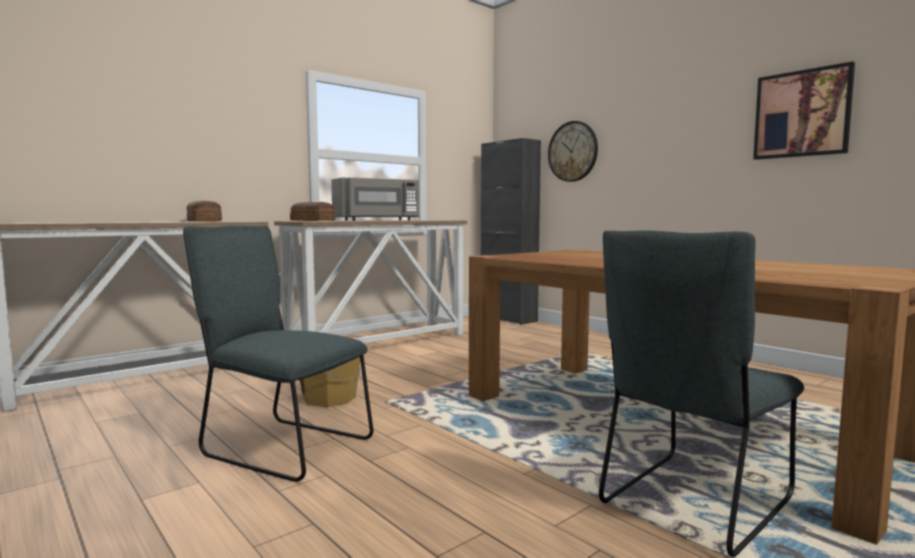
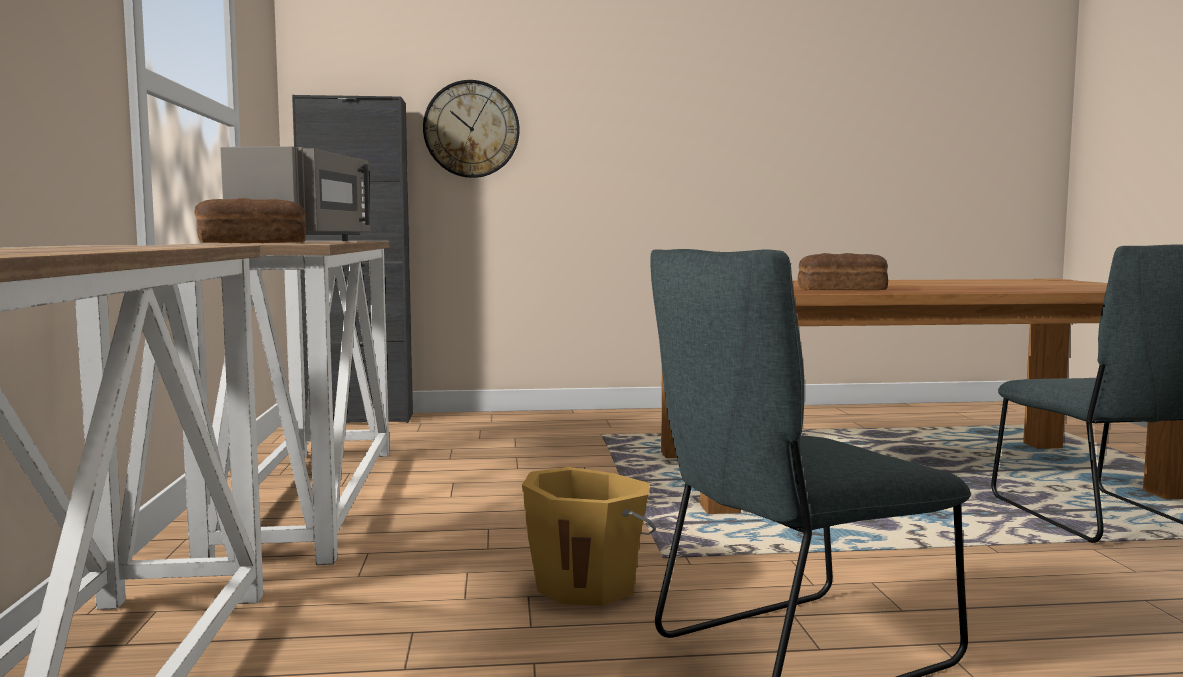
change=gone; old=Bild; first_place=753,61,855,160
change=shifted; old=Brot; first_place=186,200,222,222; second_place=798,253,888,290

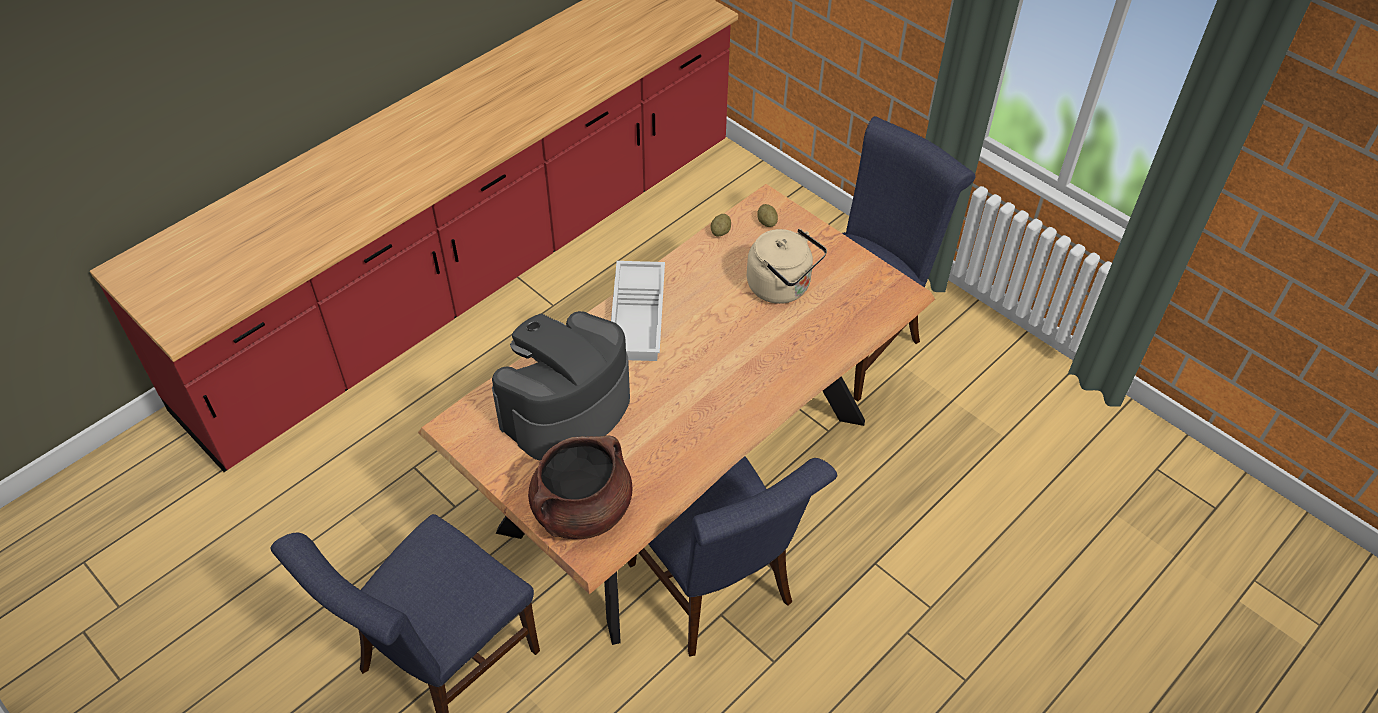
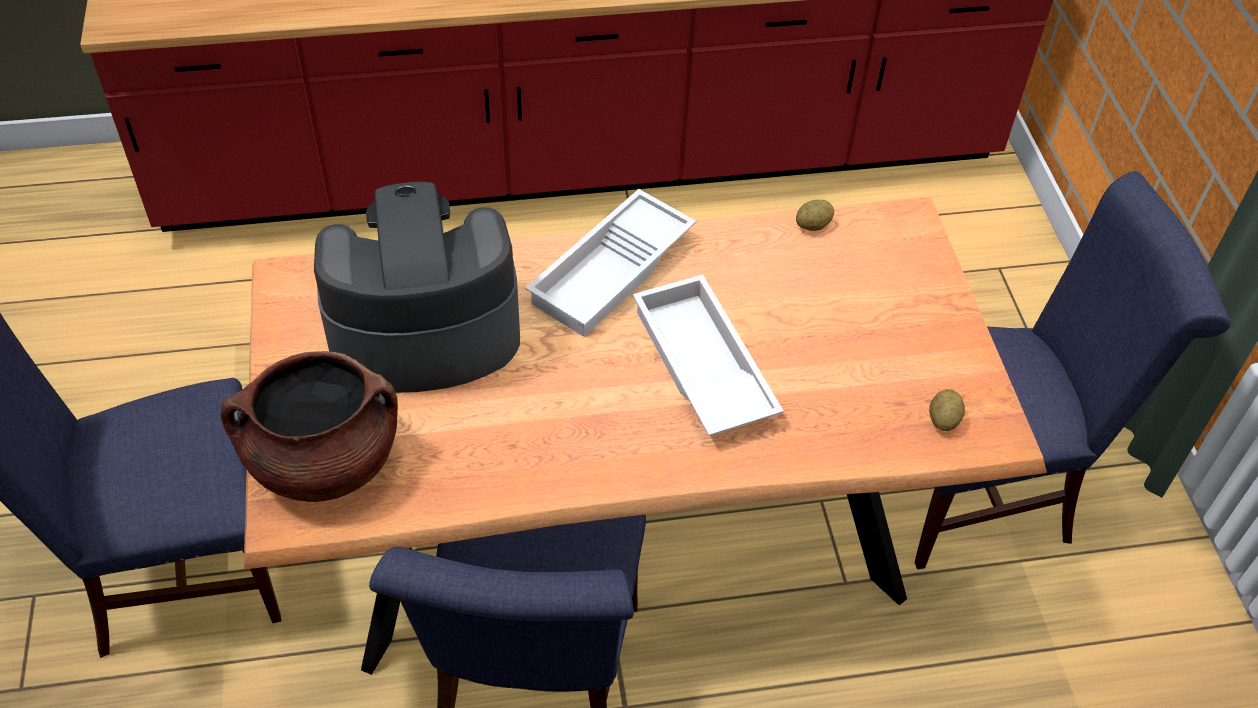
change=shifted; old=Kartoffel; first_place=757,204,778,227; second_place=929,389,965,431
change=gone; old=Wasserkessel [beige]; first_place=747,229,827,304
change=new; new=Tablett [weiß]; second_place=633,274,784,436

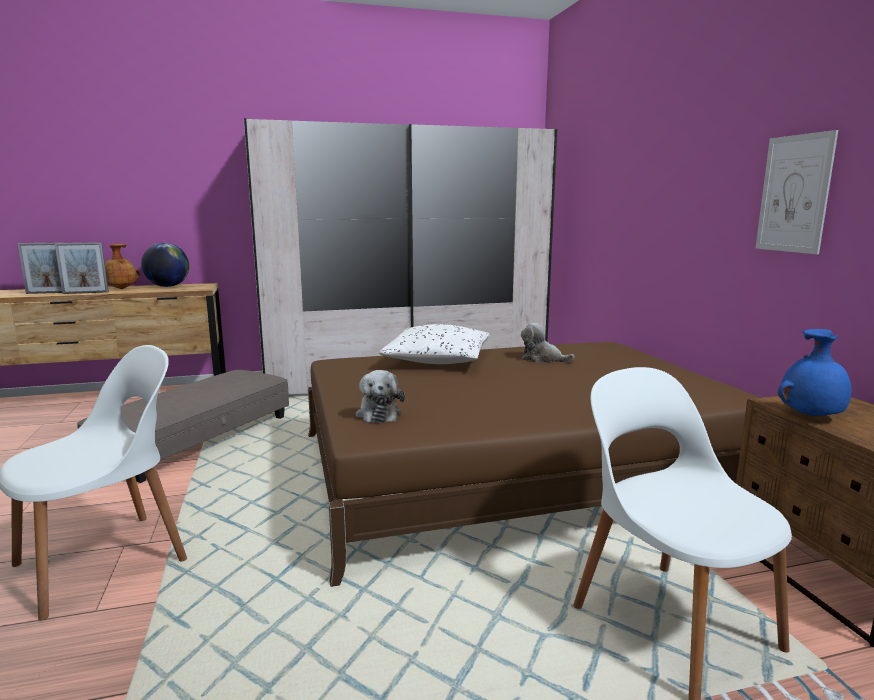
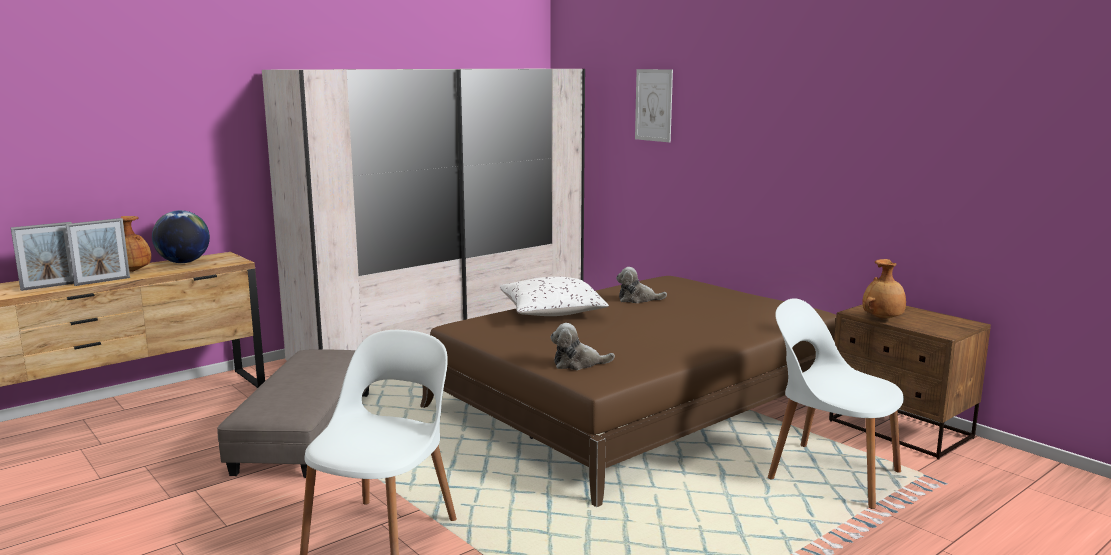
change=shifted; old=Bild; first_place=755,130,838,254; second_place=635,69,673,142
change=repainted; old=Vase [blau]; new=Vase [braun]; first_place=778,329,852,417; second_place=862,259,906,319
change=rotated; old=Plüschtier; first_place=356,370,405,423; second_place=550,323,615,370; degrees=120

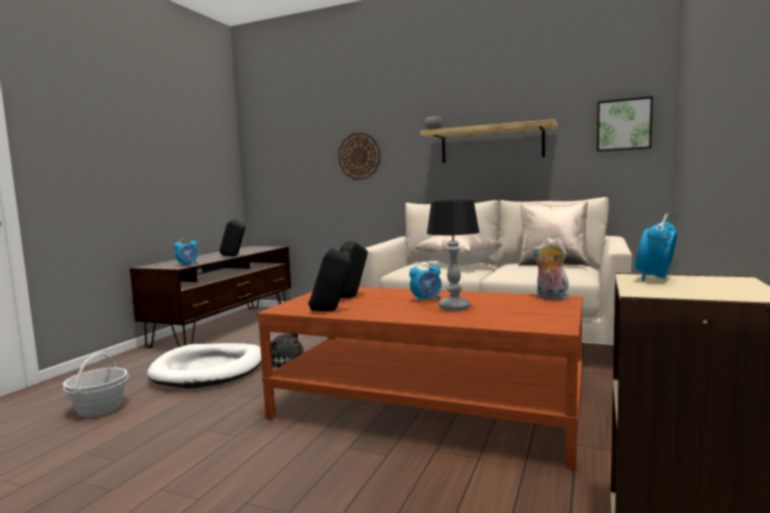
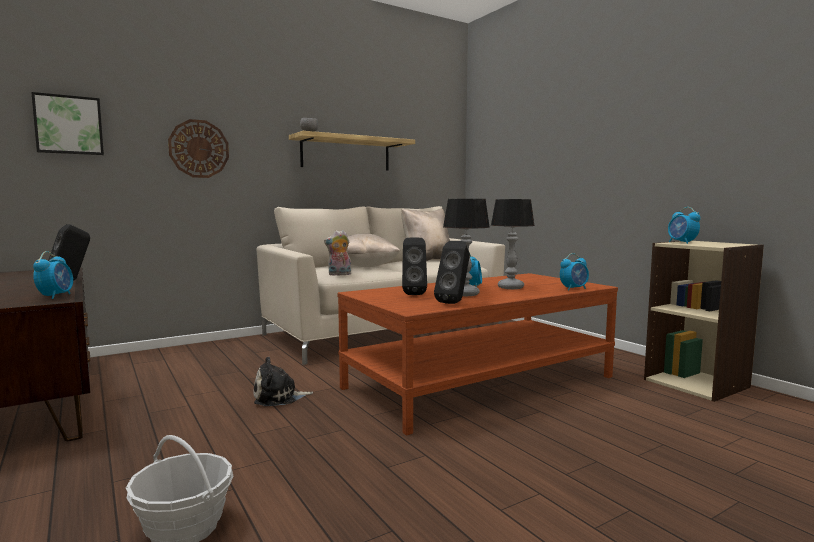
change=shifted; old=Bild; first_place=597,96,653,152; second_place=31,92,104,155
change=shifted; old=Plüschtier; first_place=532,238,569,300; second_place=324,230,351,276
change=gone; old=Hundebett [weiß]; first_place=147,343,262,389
change=new; new=Tischlampe; second_place=443,199,490,296
change=new; new=Wecker; second_place=560,253,589,291

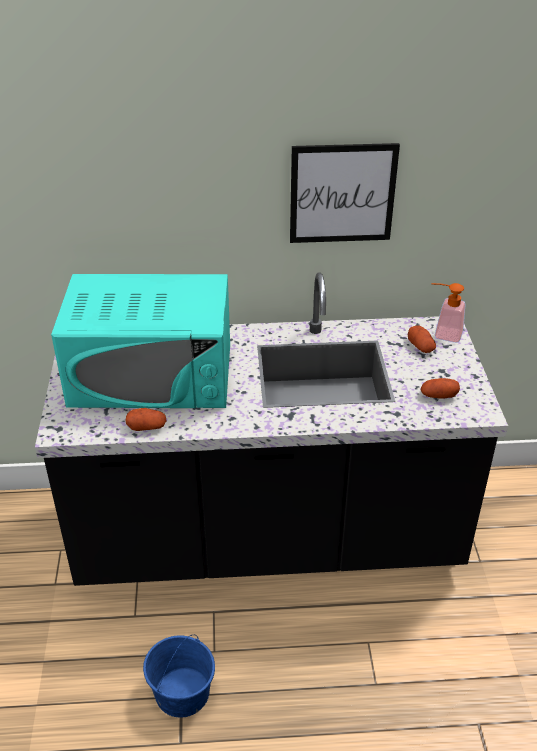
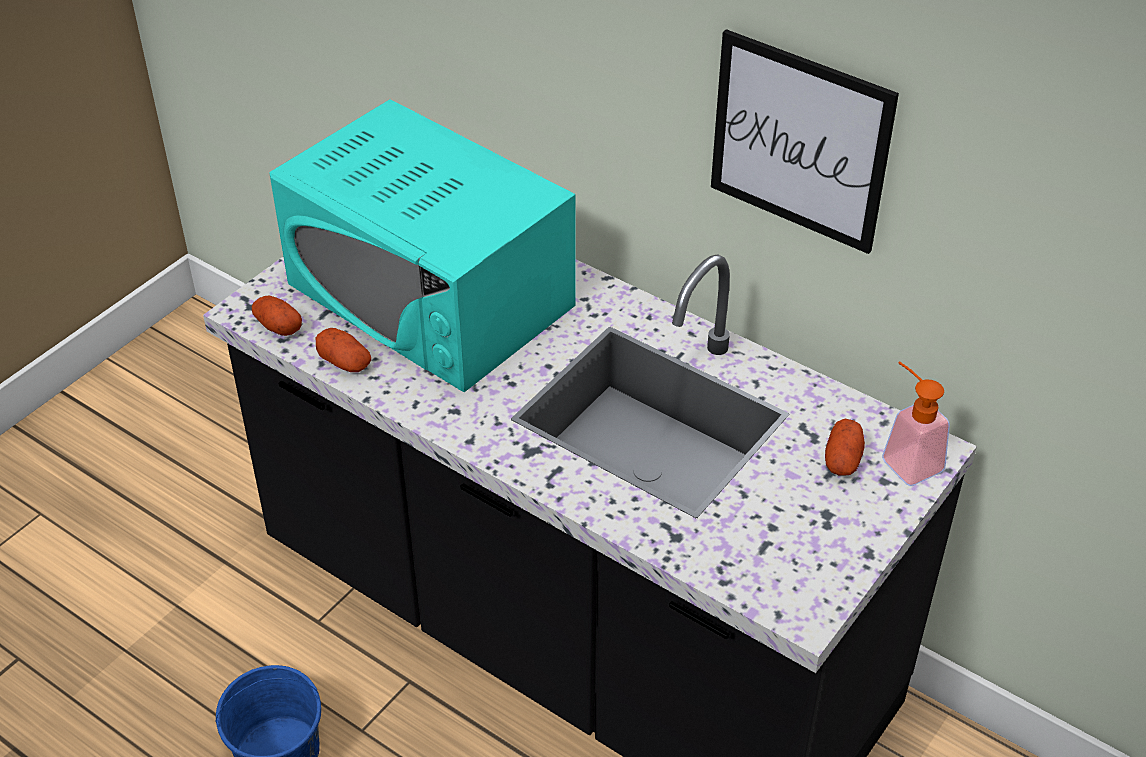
change=shifted; old=Kartoffel; first_place=421,378,460,399; second_place=252,295,302,336

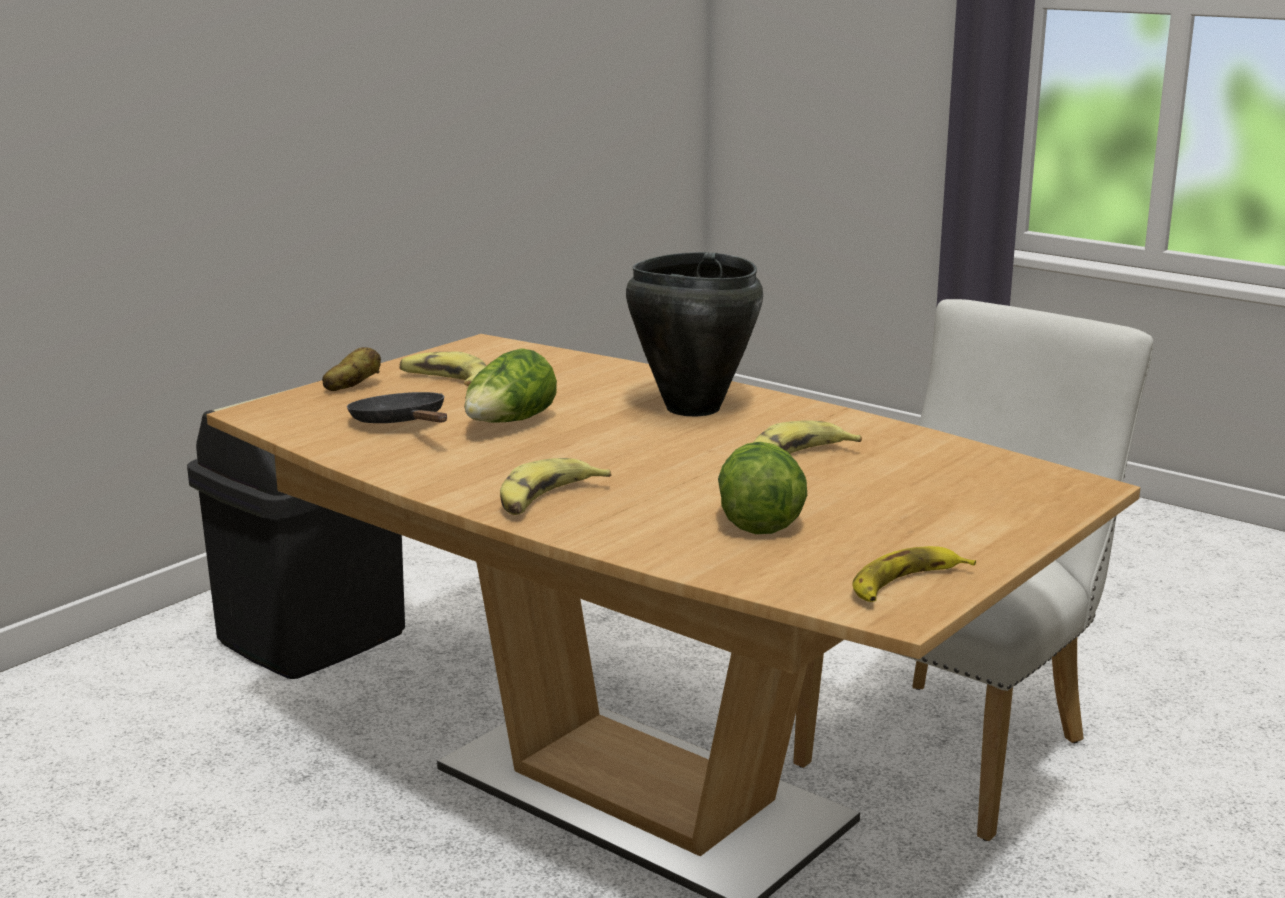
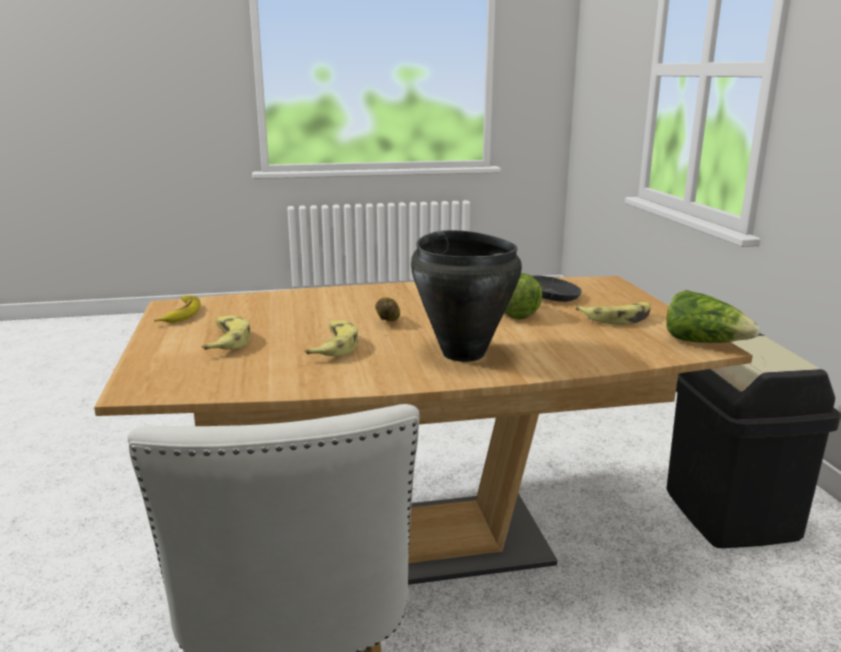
change=shifted; old=Kartoffel; first_place=322,347,381,391; second_place=375,297,400,322
change=shifted; old=Salatkopf; first_place=718,442,807,534; second_place=666,290,760,343
change=shifted; old=Banane; first_place=500,458,611,515; second_place=202,316,250,350

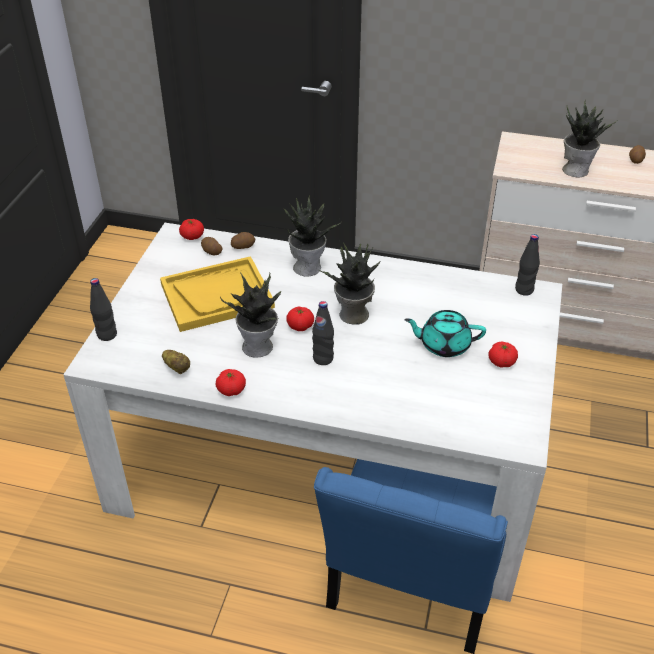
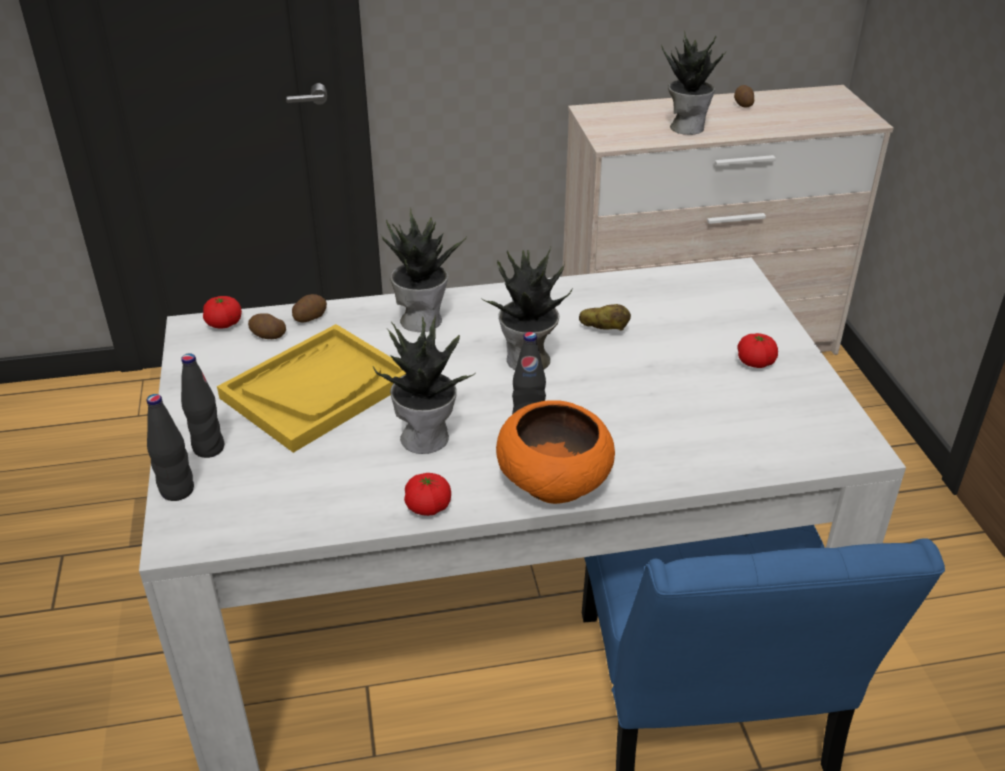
change=shifted; old=Flasche [schwarz]; first_place=515,234,540,296; second_place=181,353,224,458
change=gone; old=Tomate; first_place=286,306,314,331
change=gone; old=Teekanne [türkis]; first_place=404,310,486,357
change=shifted; old=Kartoffel; first_place=162,350,190,374; second_place=579,304,631,330
change=new; new=Schüssel [orange]; second_place=496,400,615,504

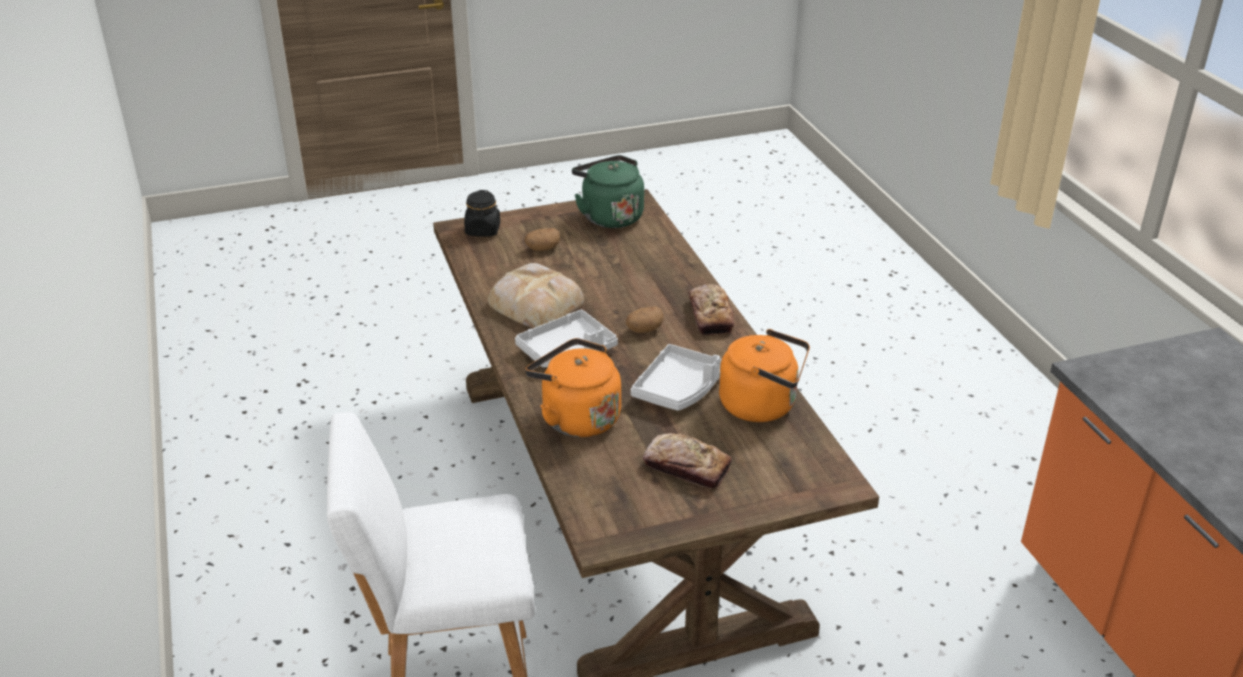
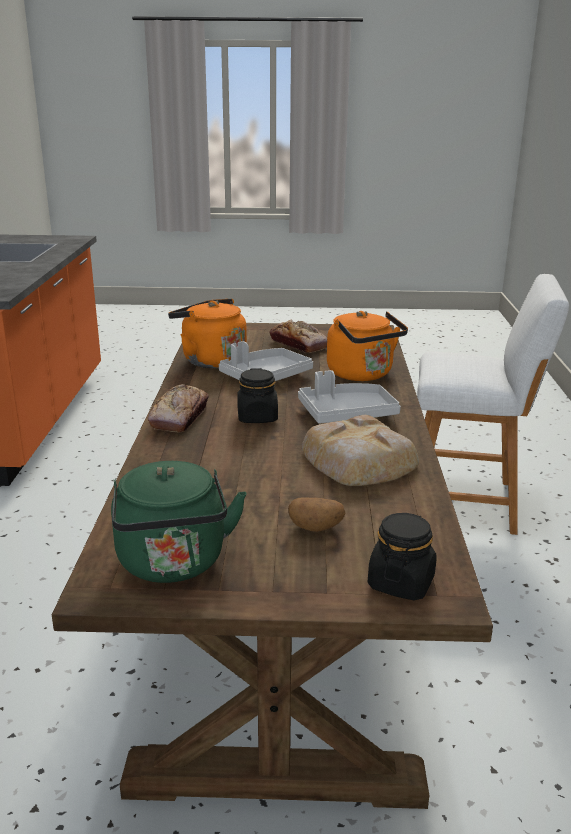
change=swapped; old=Kartoffel; new=Vorratsglas [schwarz]; first_place=626,306,664,333; second_place=237,368,278,423

